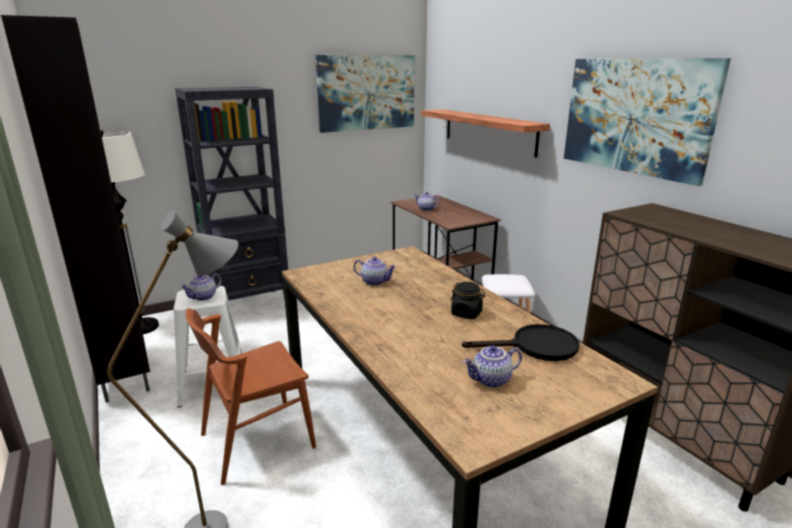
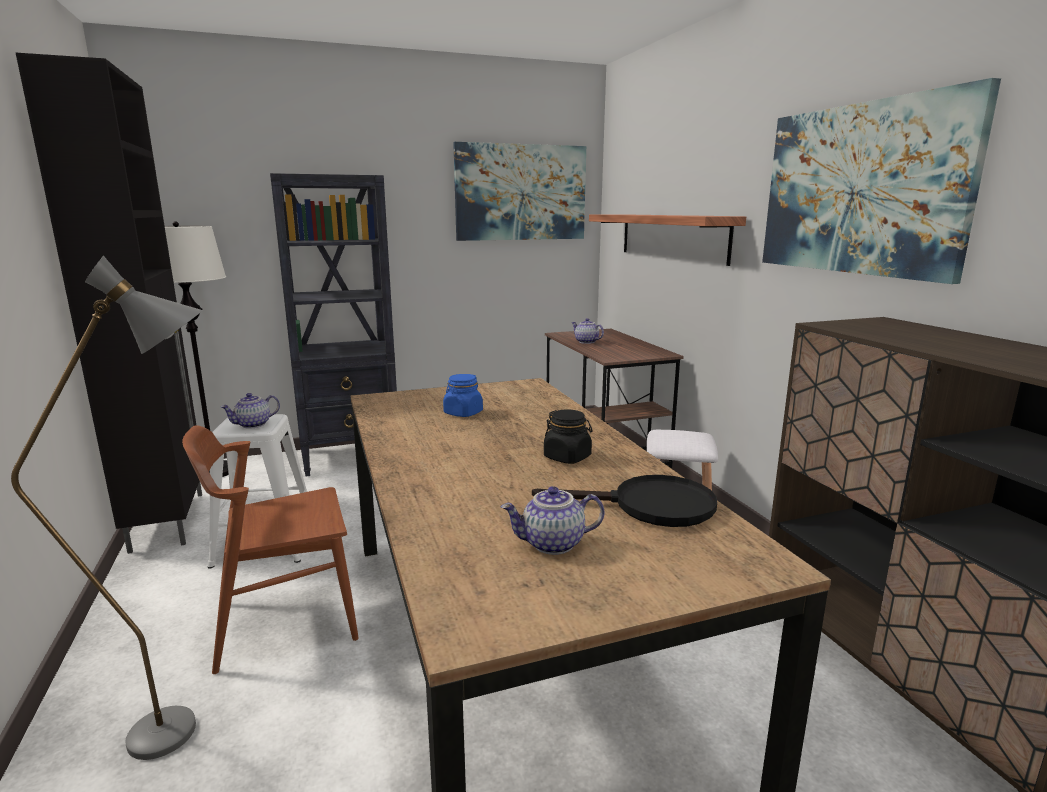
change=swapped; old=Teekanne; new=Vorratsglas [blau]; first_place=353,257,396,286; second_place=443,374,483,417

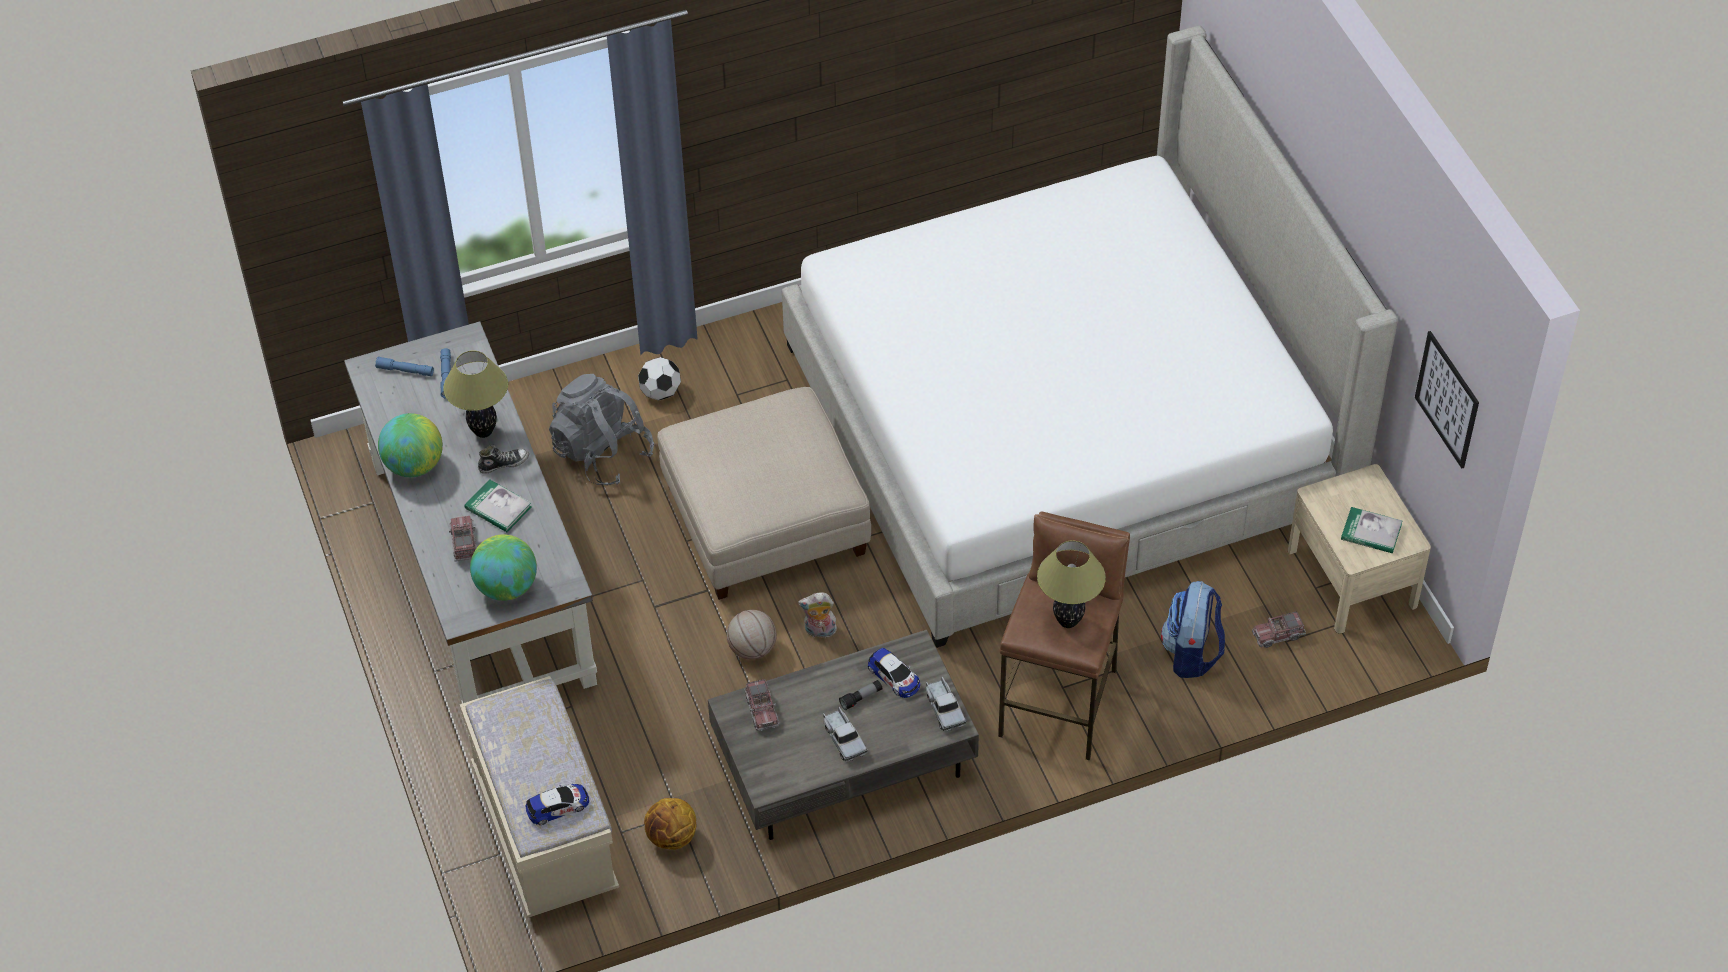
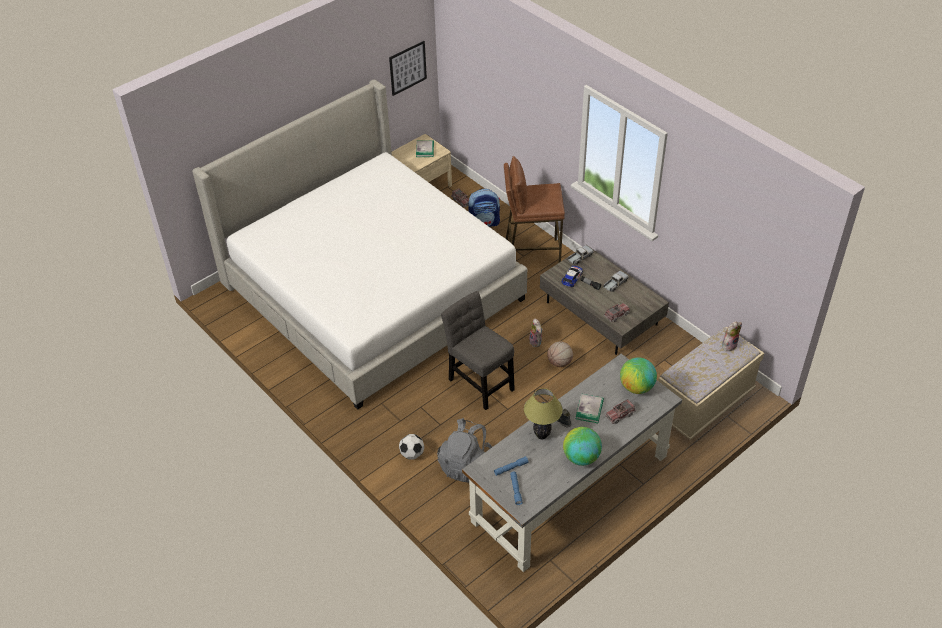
change=swapped; old=Polsterhocker [beige]; new=Stuhl [grau]; first_place=657,387,871,600; second_place=441,291,515,410
change=gone; old=Tischlampe; first_place=1037,540,1106,628
change=swapped; old=Spielzeugauto; new=Plüschtier; first_place=525,784,589,825; second_place=722,321,742,351
change=gone; old=Basketball; first_place=644,798,696,850

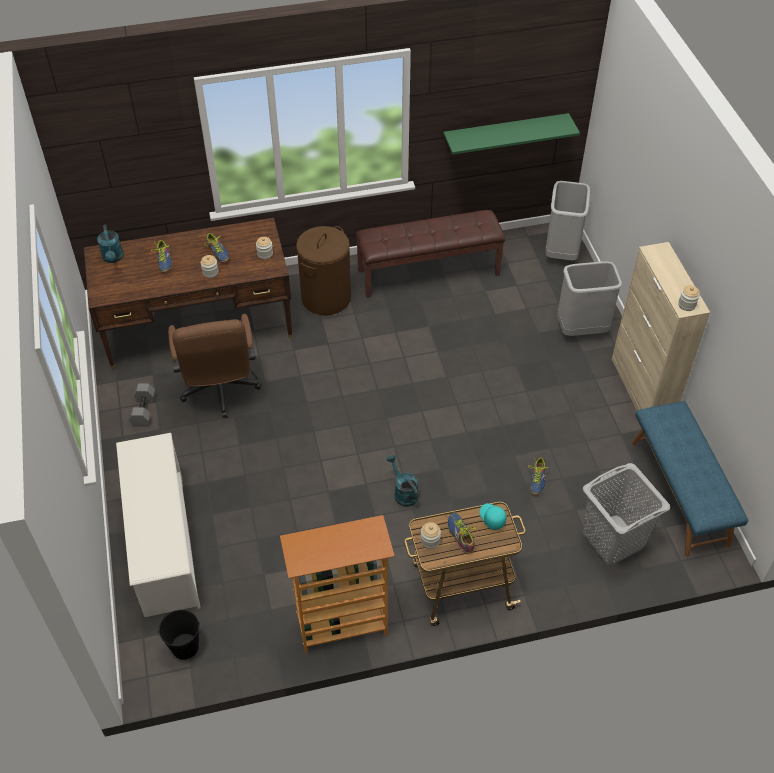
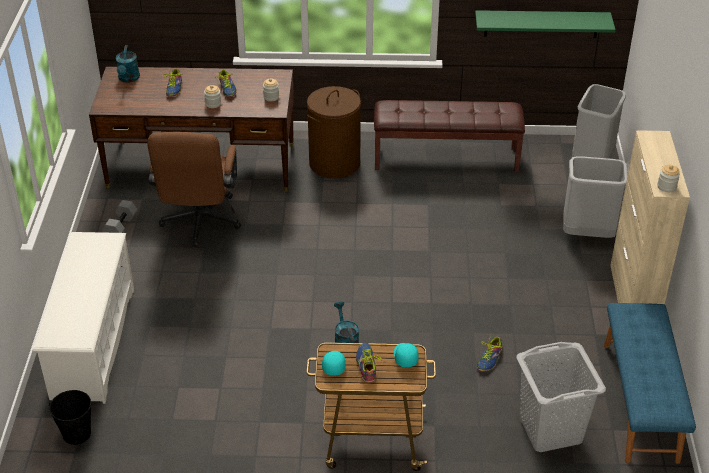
change=gone; old=Bücherregal; first_place=280,515,394,654
change=swapped; old=Vorratsglas; new=Kappe [türkis]; first_place=421,522,441,549; second_place=322,351,346,376

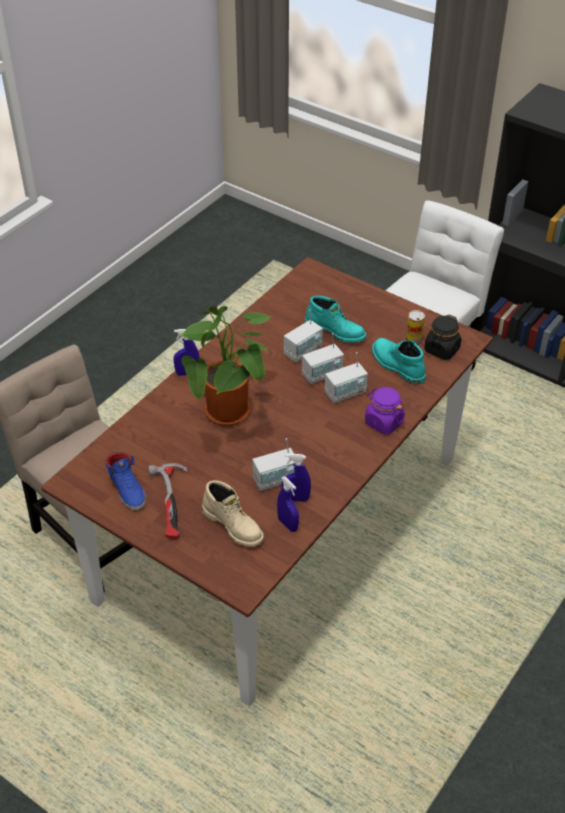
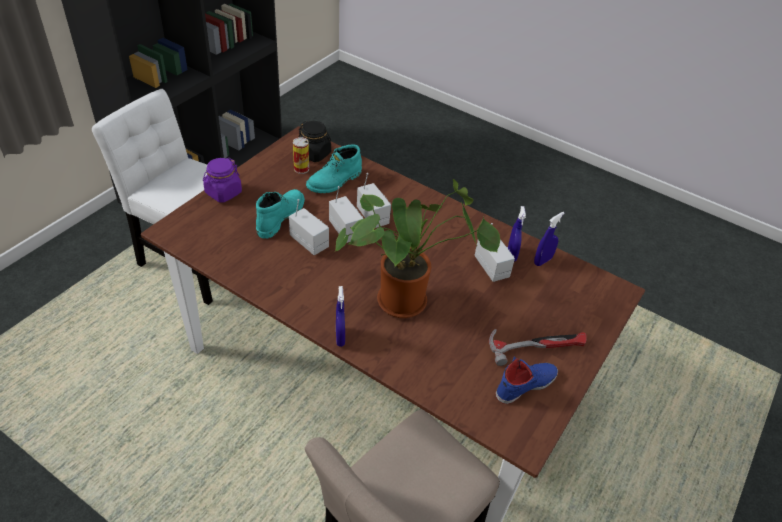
change=shifted; old=Vorratsglas [lila]; first_place=365,387,405,435; second_place=203,158,242,203
change=gone; old=Stiefel [beige]; first_place=202,480,264,547

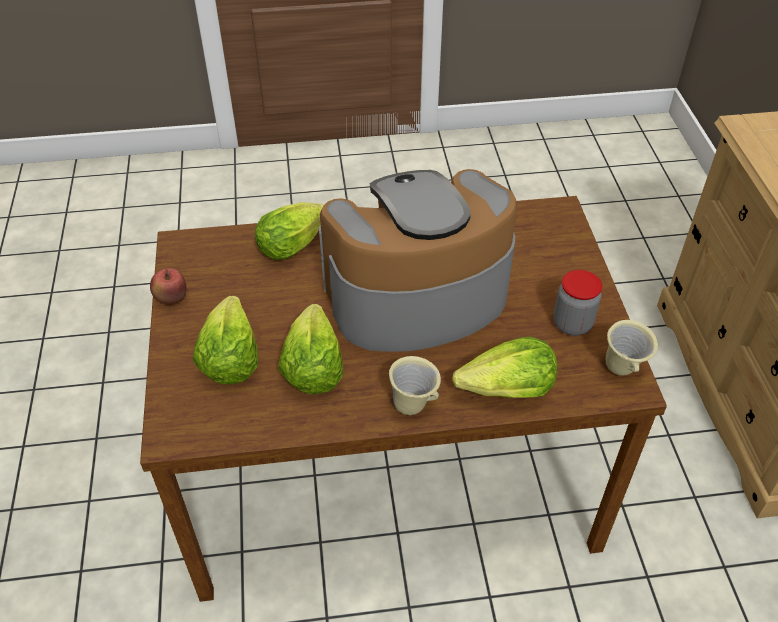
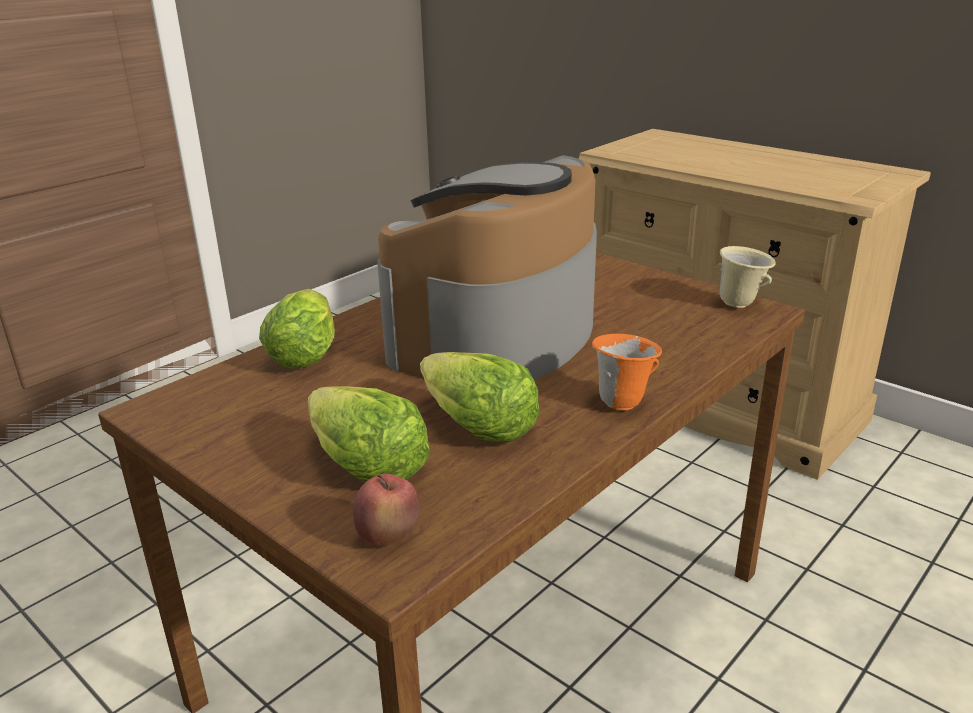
change=shifted; old=Apfel; first_place=150,268,186,305; second_place=353,474,419,546
change=gone; old=Vorratsglas; first_place=553,270,602,336
change=gone; old=Salatkopf; first_place=452,337,557,398
change=repainted; old=Henkelbecher [beige]; new=Henkelbecher [orange]; first_place=389,356,441,415; second_place=592,334,662,410

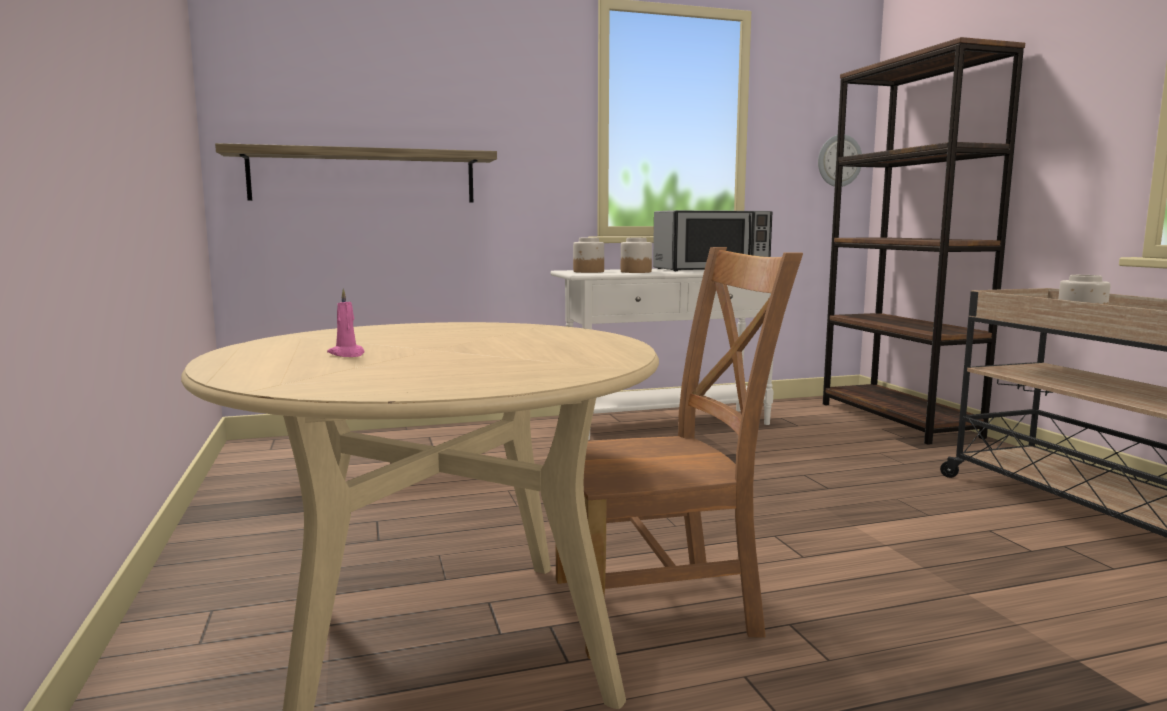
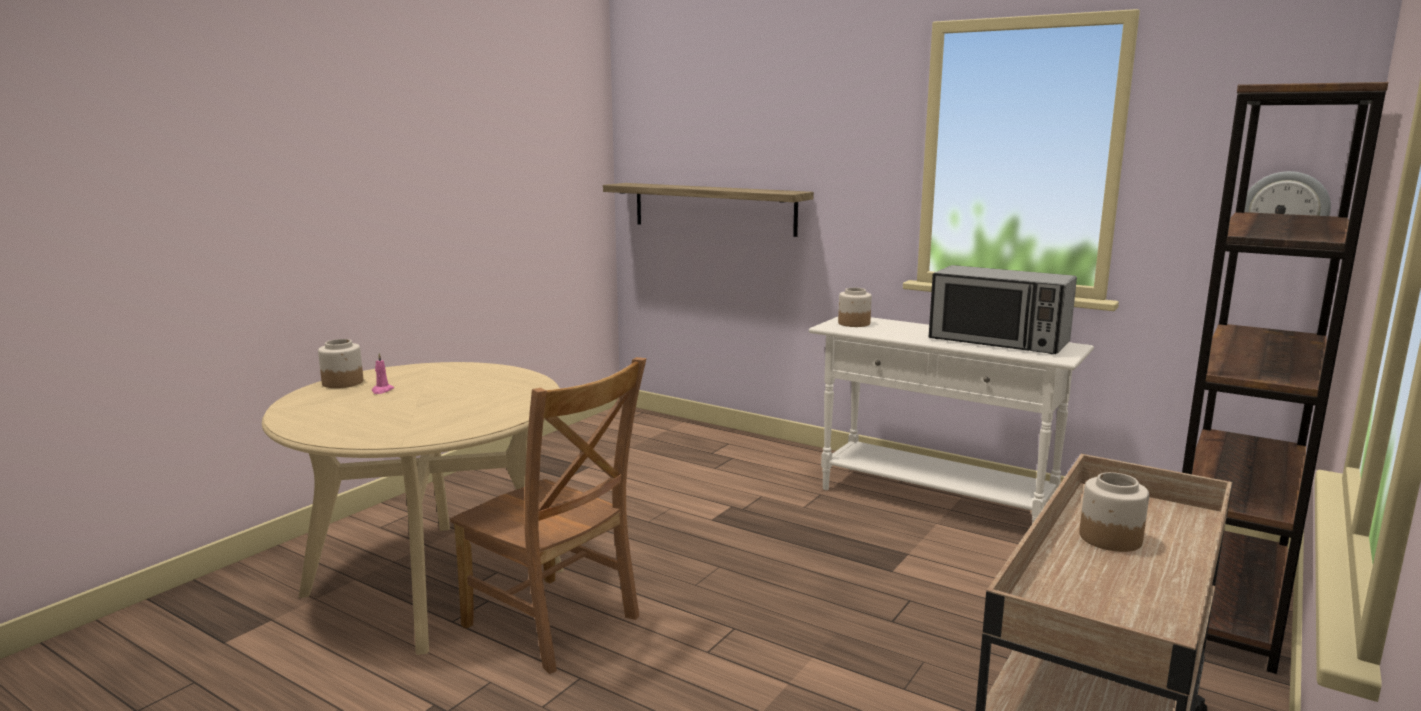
change=shifted; old=Vorratsglas; first_place=621,238,652,273; second_place=318,339,363,388

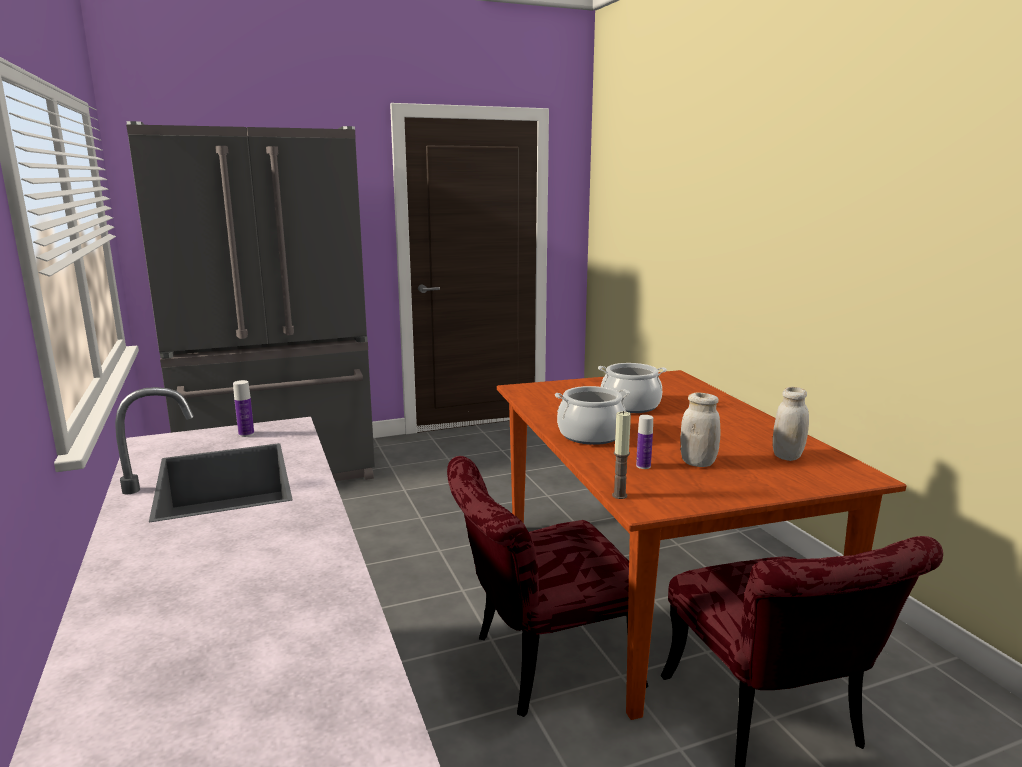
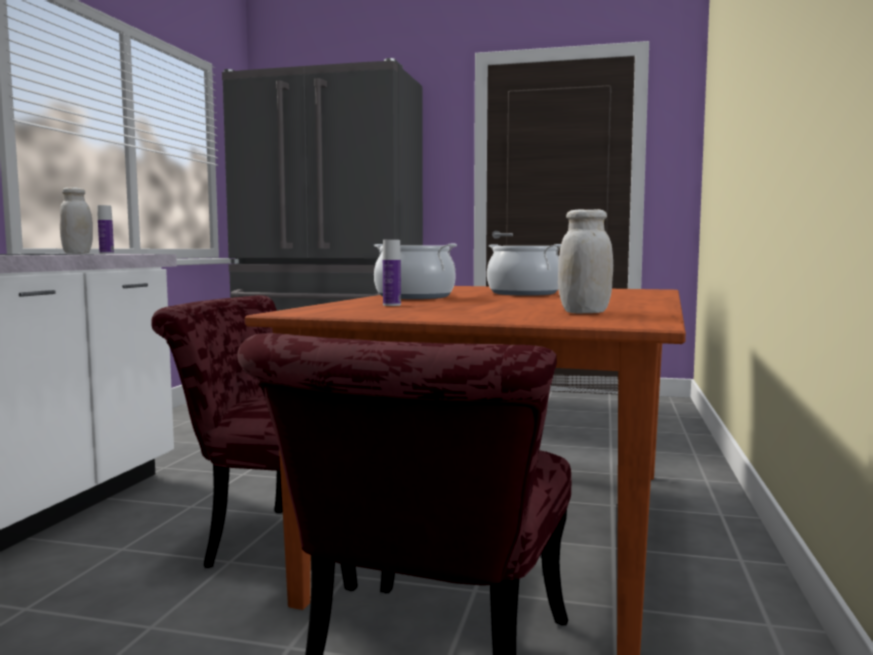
change=shifted; old=Vorratsglas [weiß]; first_place=680,392,721,467; second_place=60,187,93,254
change=gone; old=Kerze; first_place=612,411,631,499

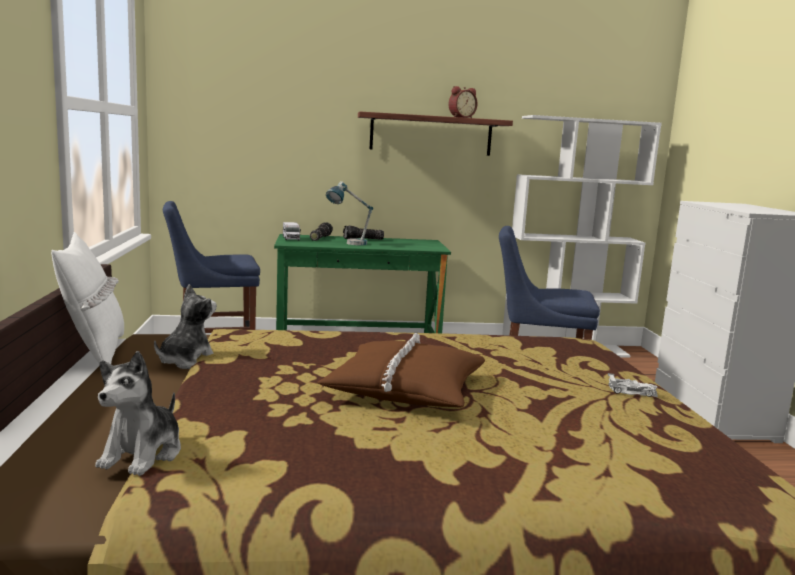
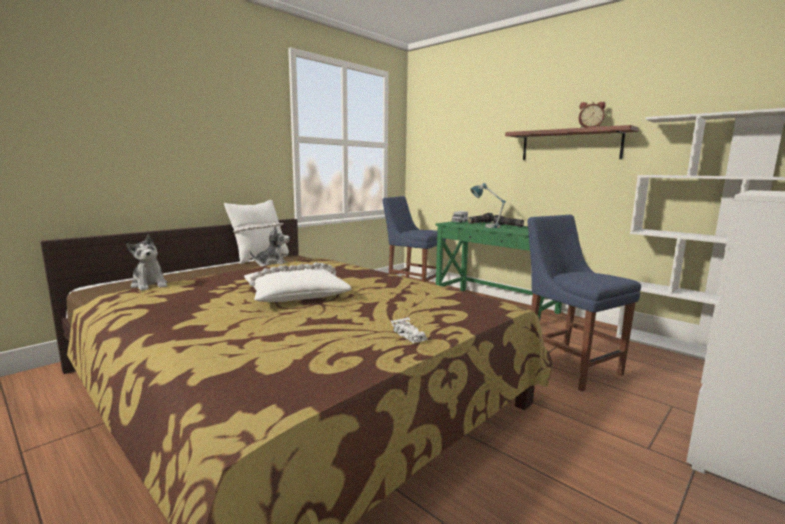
change=repainted; old=Kissen [braun]; new=Kissen [weiß]; first_place=317,333,485,407; second_place=244,262,352,302
change=rotated; old=Plüschtier; first_place=95,351,181,476; second_place=126,235,167,291; degrees=-105

